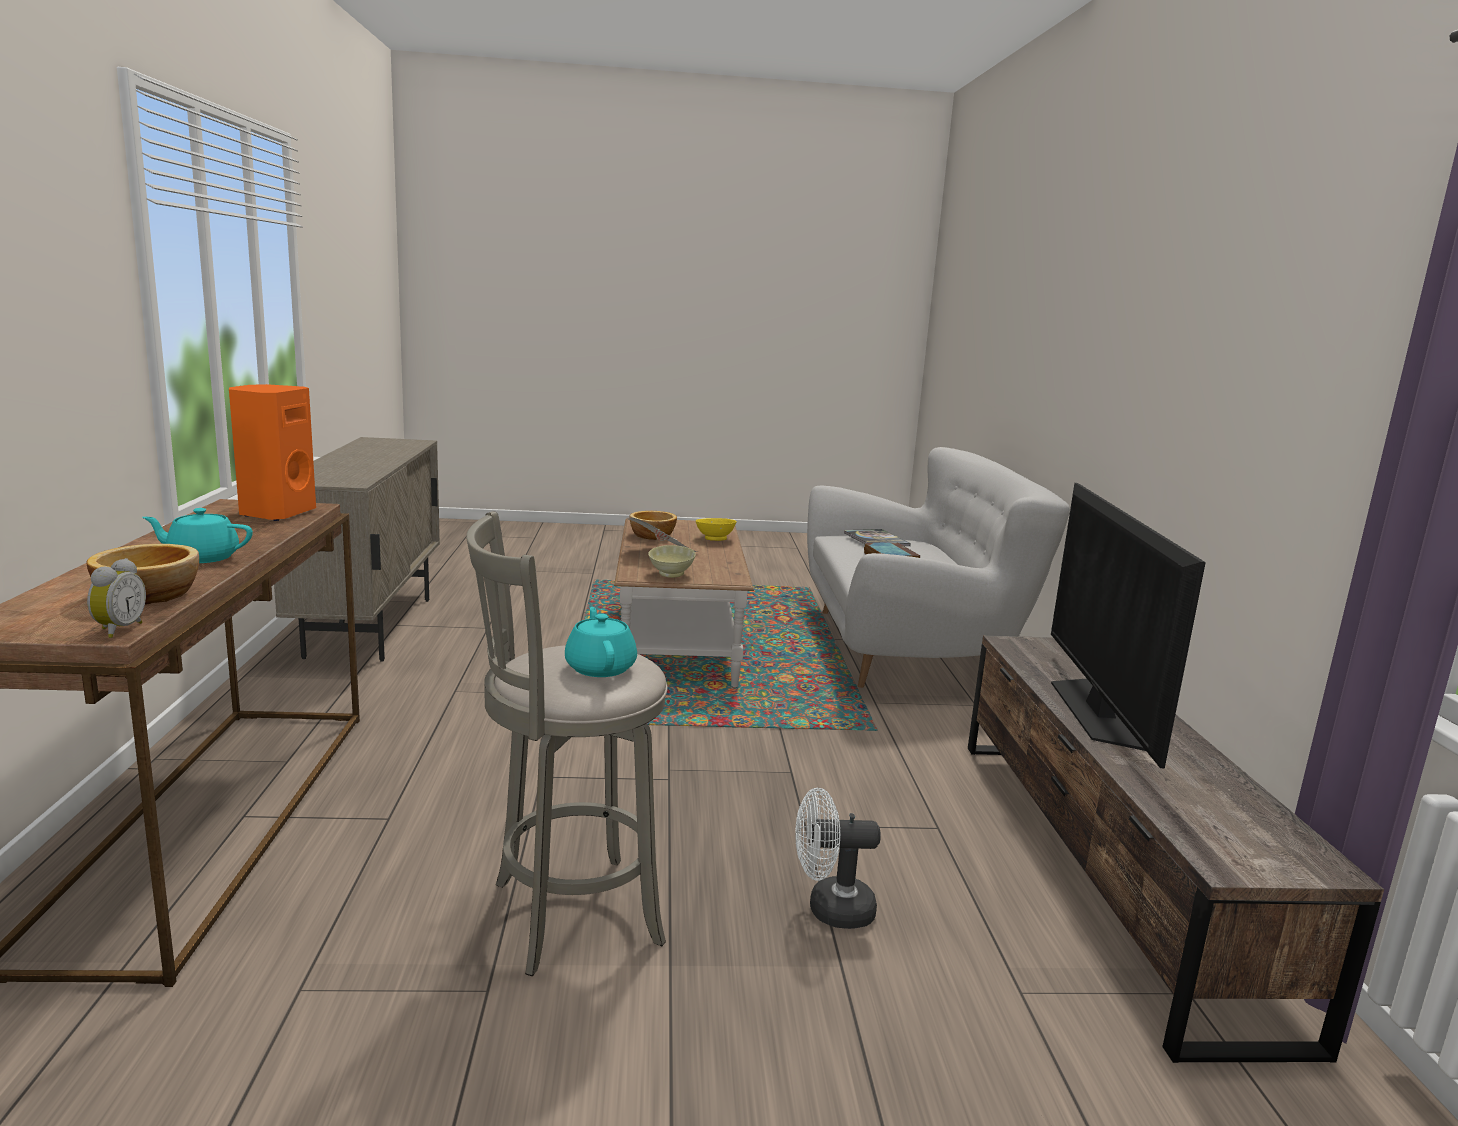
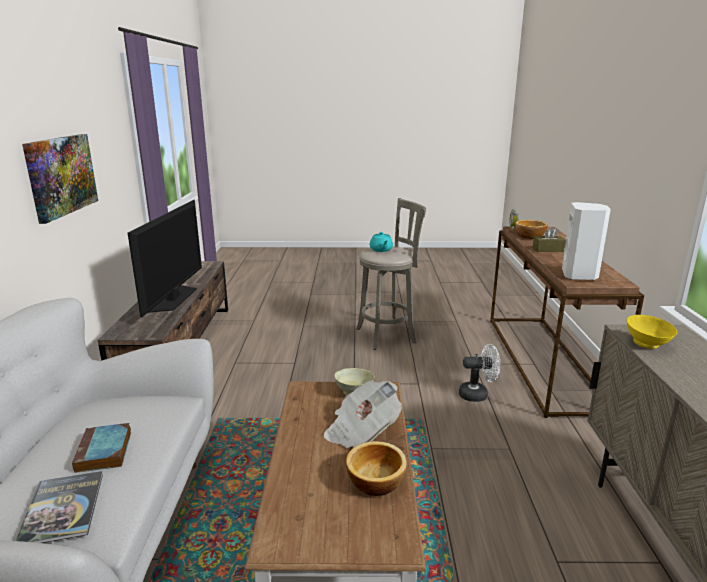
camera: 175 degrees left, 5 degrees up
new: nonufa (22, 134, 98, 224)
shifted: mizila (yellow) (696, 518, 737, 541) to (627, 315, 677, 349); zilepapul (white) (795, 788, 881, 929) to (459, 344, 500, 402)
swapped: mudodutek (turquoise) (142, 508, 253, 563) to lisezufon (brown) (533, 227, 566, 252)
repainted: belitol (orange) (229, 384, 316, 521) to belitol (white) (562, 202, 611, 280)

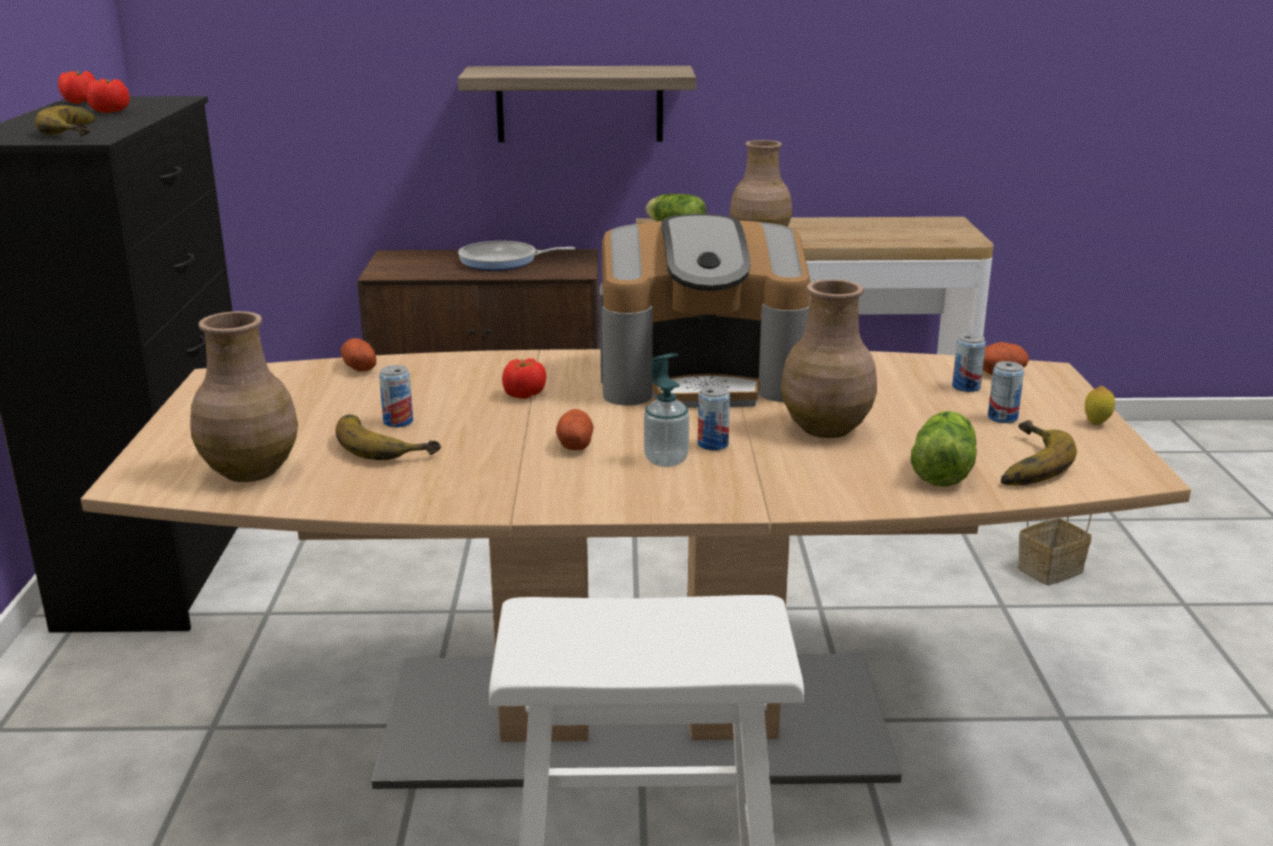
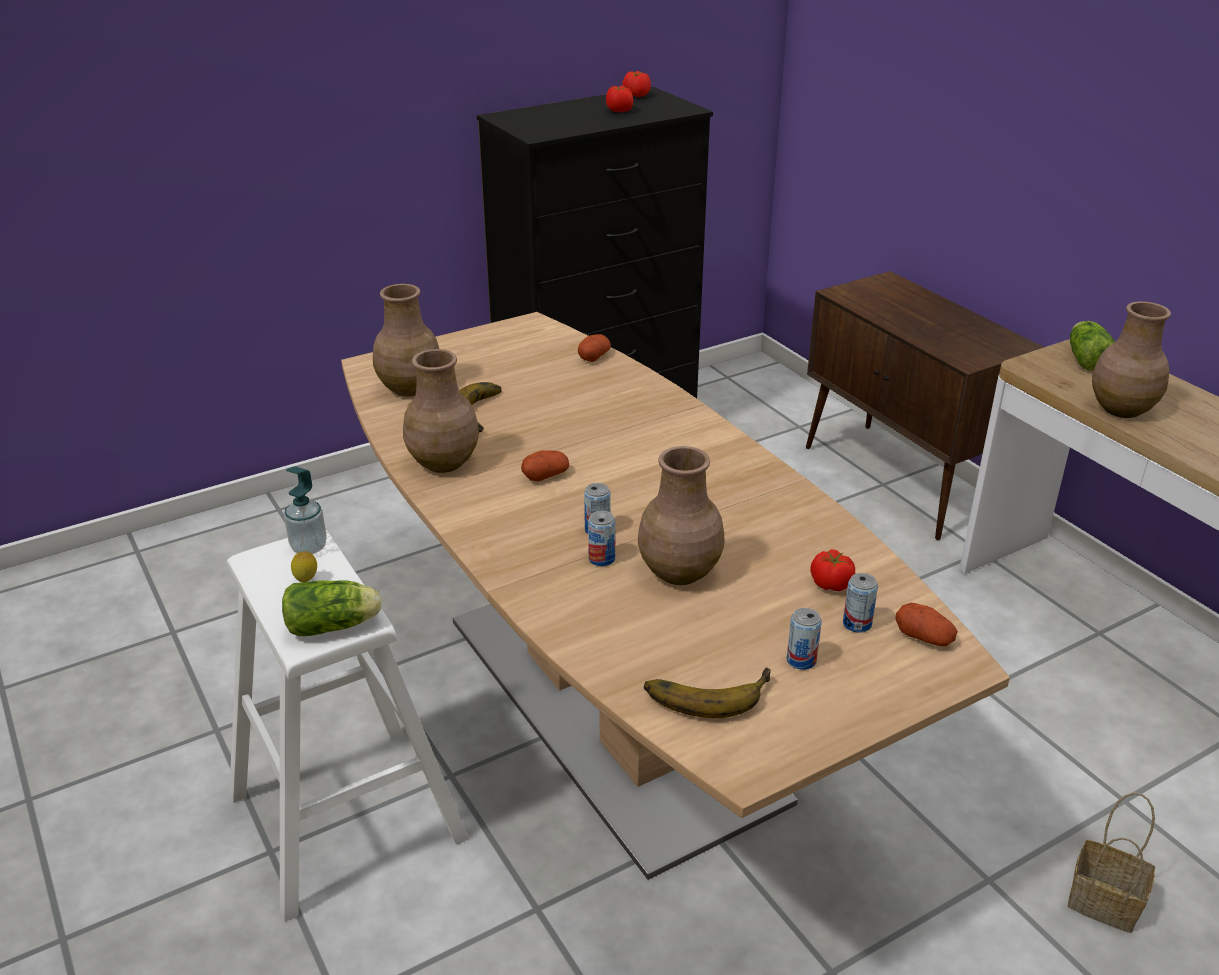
camera: 60 degrees right, 10 degrees up
gone: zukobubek (458, 66, 696, 142); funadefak (35, 105, 96, 136); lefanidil (600, 214, 811, 408); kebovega (458, 241, 575, 270)
new: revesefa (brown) (403, 349, 479, 473)
shifted: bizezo (644, 353, 689, 467) to (284, 466, 327, 554); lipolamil (502, 358, 546, 399) to (810, 549, 855, 591); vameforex (379, 365, 413, 428) to (588, 511, 615, 566); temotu (1085, 386, 1115, 425) to (291, 551, 317, 582); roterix (911, 411, 977, 487) to (282, 580, 382, 636)

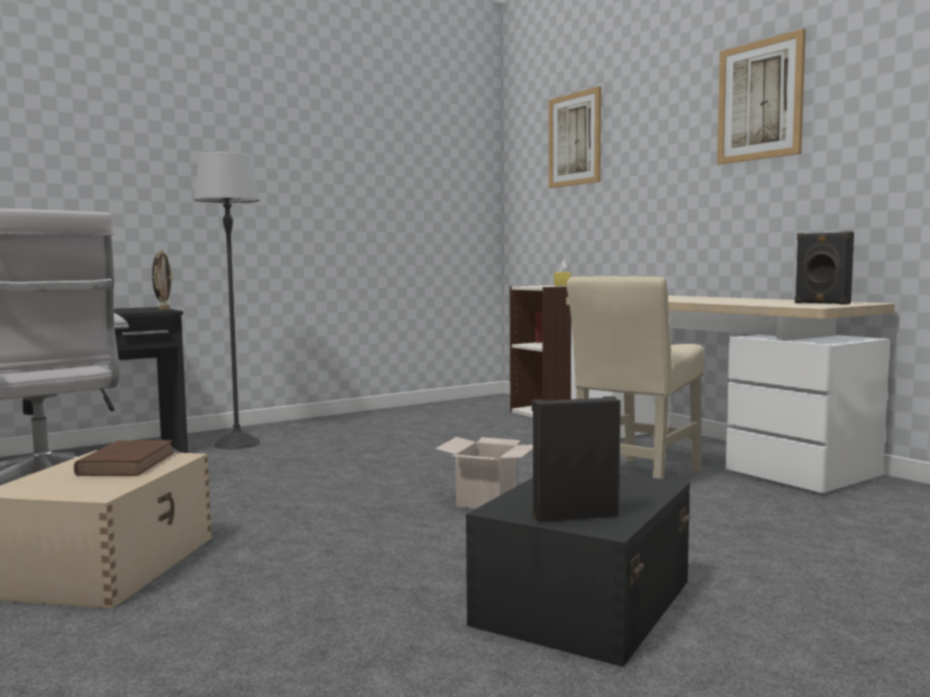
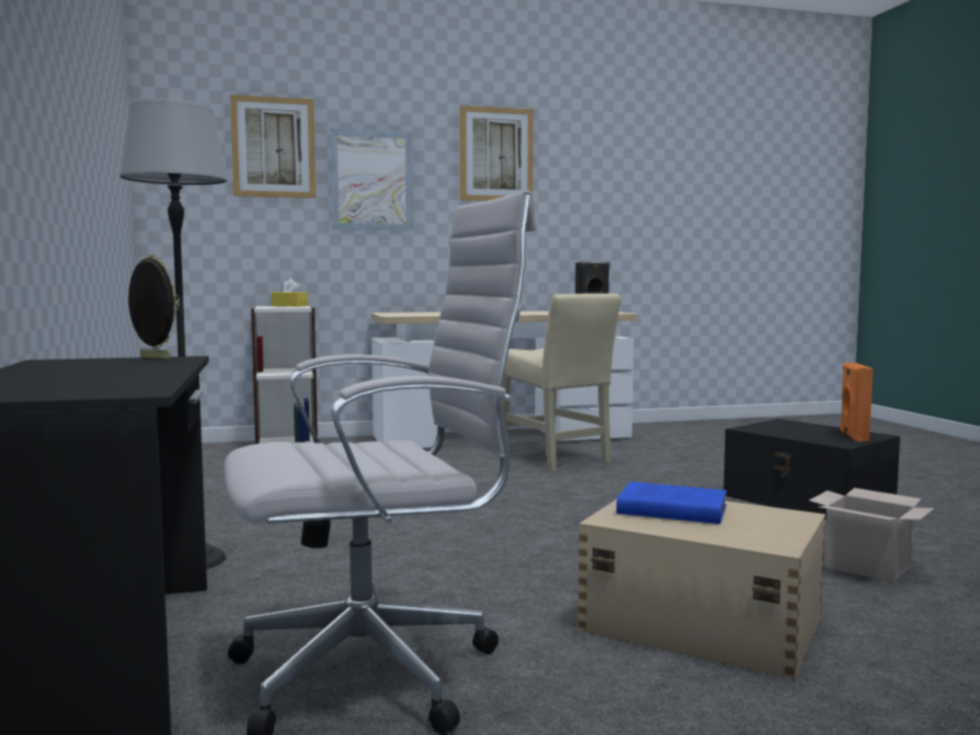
camera: 70 degrees left, 0 degrees up
new: nonufa (330, 128, 413, 230)
shifted: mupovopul (435, 437, 533, 509) to (809, 488, 934, 583)
repainted: belitol (black) (532, 396, 621, 522) to belitol (orange) (840, 362, 873, 442); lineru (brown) (74, 440, 173, 476) to lineru (blue) (616, 482, 727, 524)

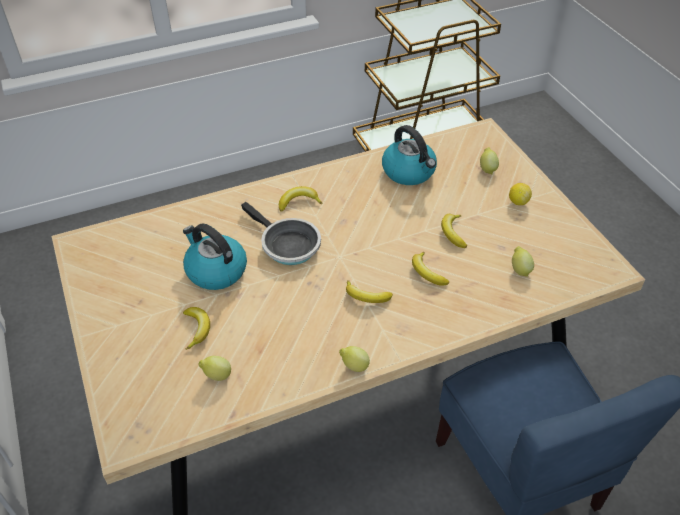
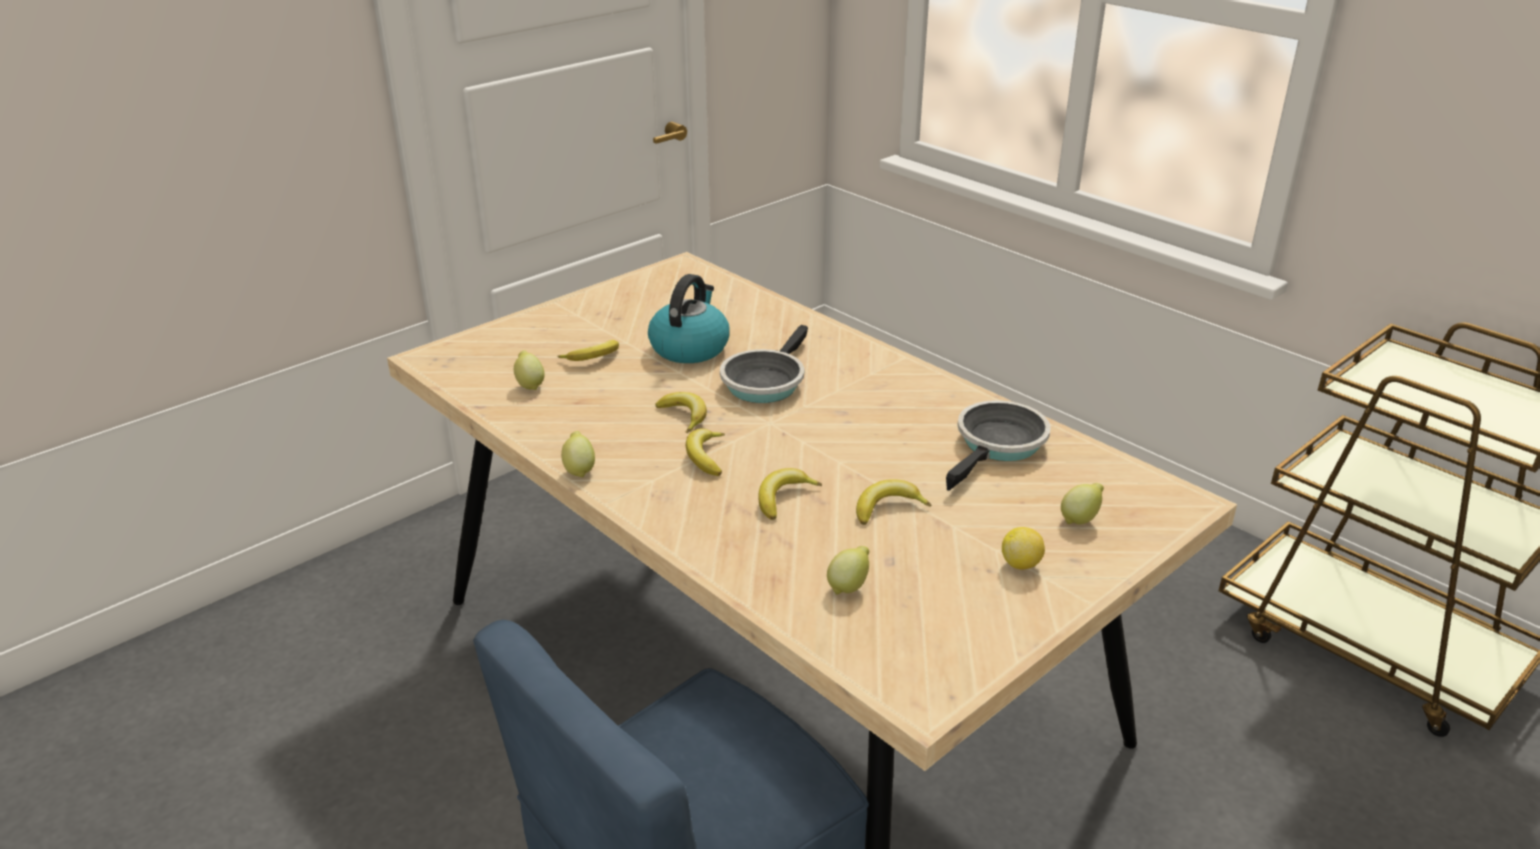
camera: 70 degrees right, 15 degrees down
shifted: funadefak (279, 186, 323, 212) to (655, 392, 707, 433)
swapped: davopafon (382, 125, 437, 185) to kebovega (946, 400, 1051, 491)

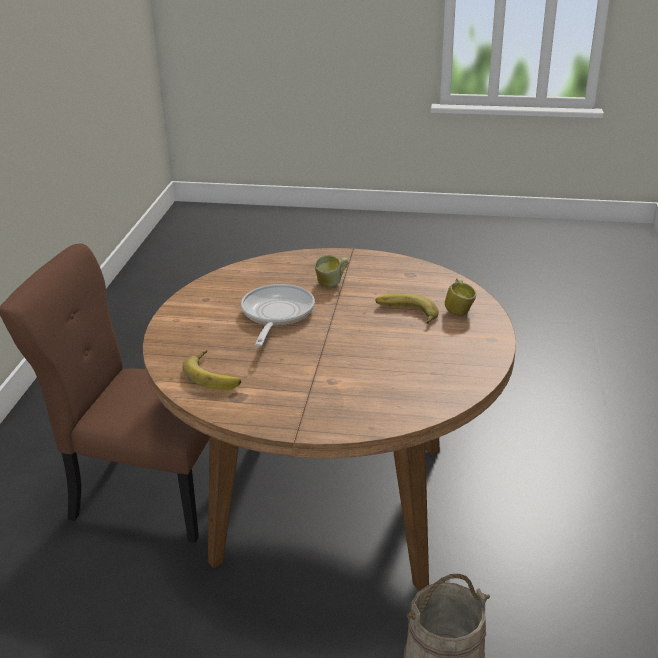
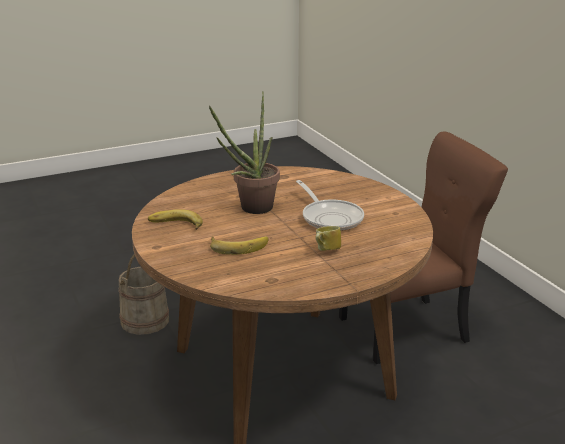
camera: 145 degrees right, 5 degrees down
gone: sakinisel (445, 278, 476, 316)
new: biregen (209, 91, 280, 214)
shifted: funadefak (182, 350, 241, 390) to (148, 209, 203, 230)

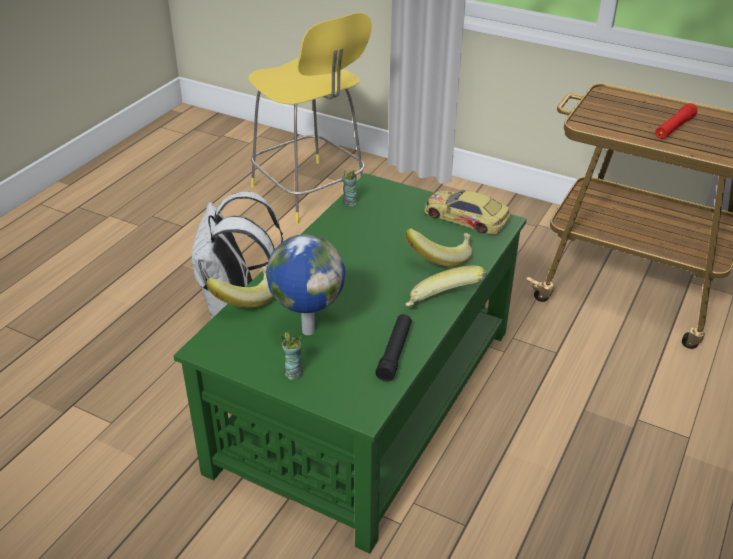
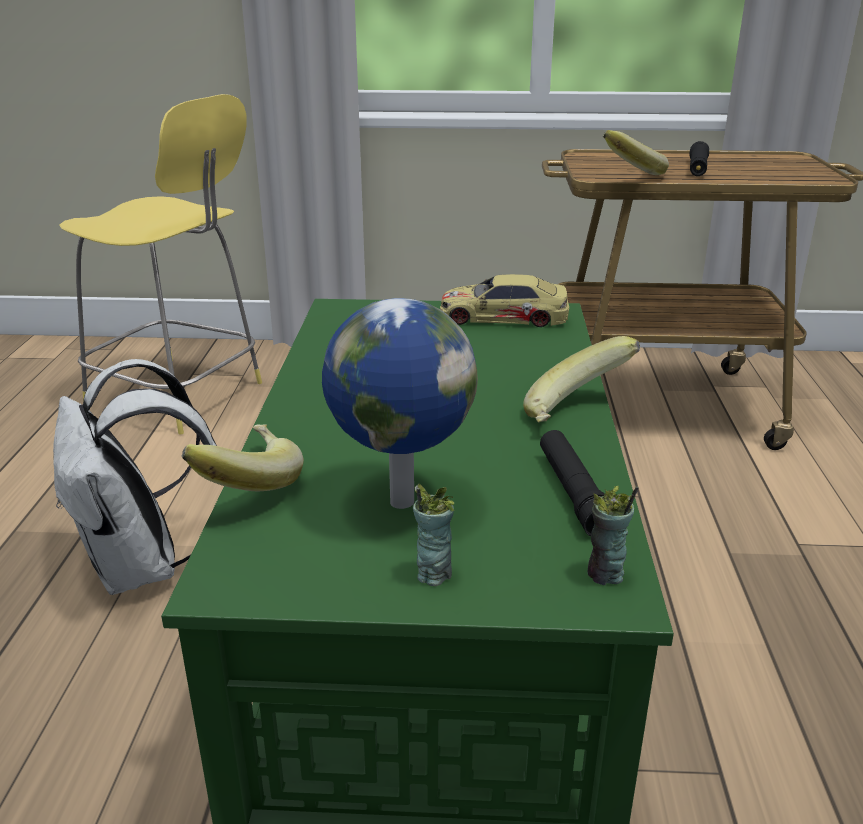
camera: 25 degrees left, 10 degrees down
shifted: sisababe (342, 170, 357, 207) to (588, 486, 638, 585); funadefak (406, 229, 472, 267) to (603, 130, 669, 175)
repainted: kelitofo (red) (655, 103, 697, 139) to kelitofo (black) (689, 141, 709, 176)

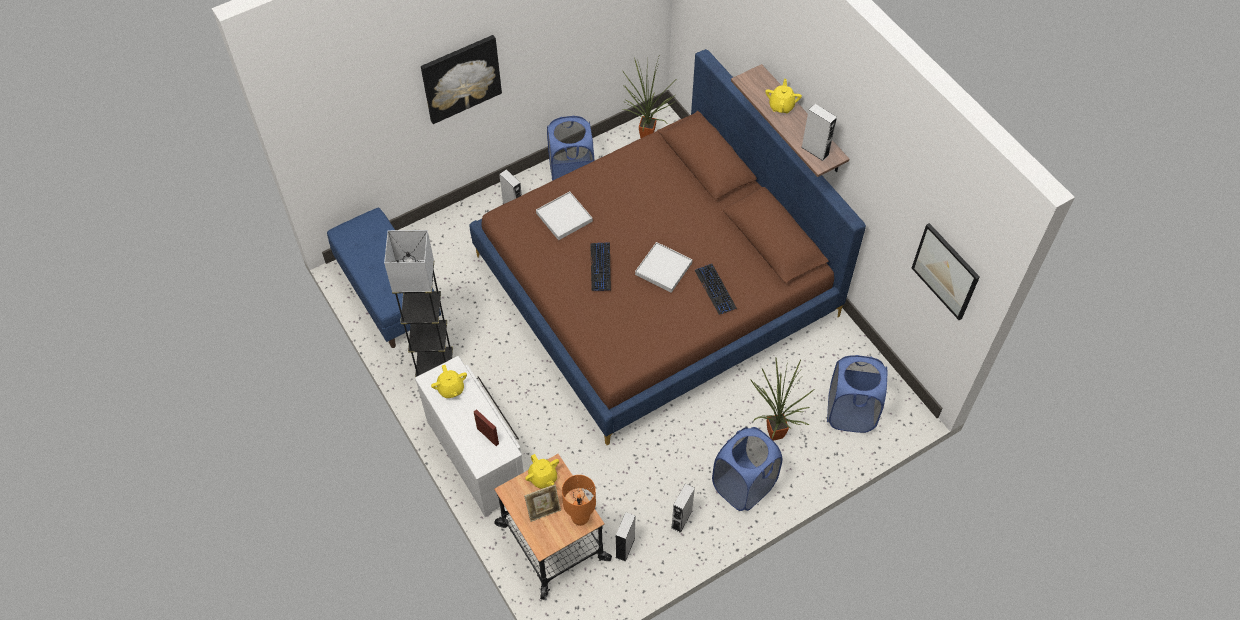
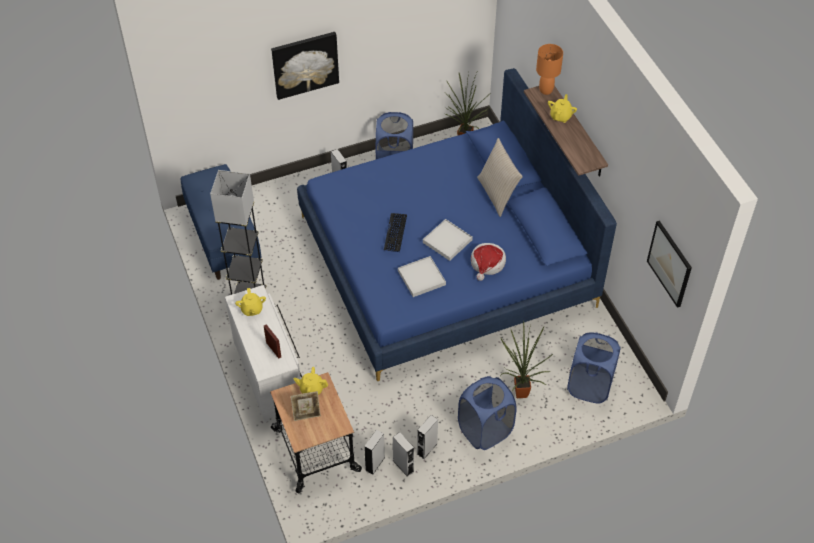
camera: 10 degrees right, 5 degrees down
new: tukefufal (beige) (477, 138, 523, 217)
shifted: belitol (grey) (801, 104, 837, 161) to (393, 432, 414, 476); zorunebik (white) (536, 191, 593, 240) to (398, 256, 446, 297); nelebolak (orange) (562, 475, 596, 526) to (536, 44, 563, 95)
swapped: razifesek (694, 264, 737, 315) to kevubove (471, 243, 506, 281)
repainted: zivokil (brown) (469, 49, 866, 445) to zivokil (blue) (297, 68, 617, 381)
rotated: mudodutek (yellow) (525, 454, 559, 488) = (293, 367, 328, 395) 120 degrees clockwise

